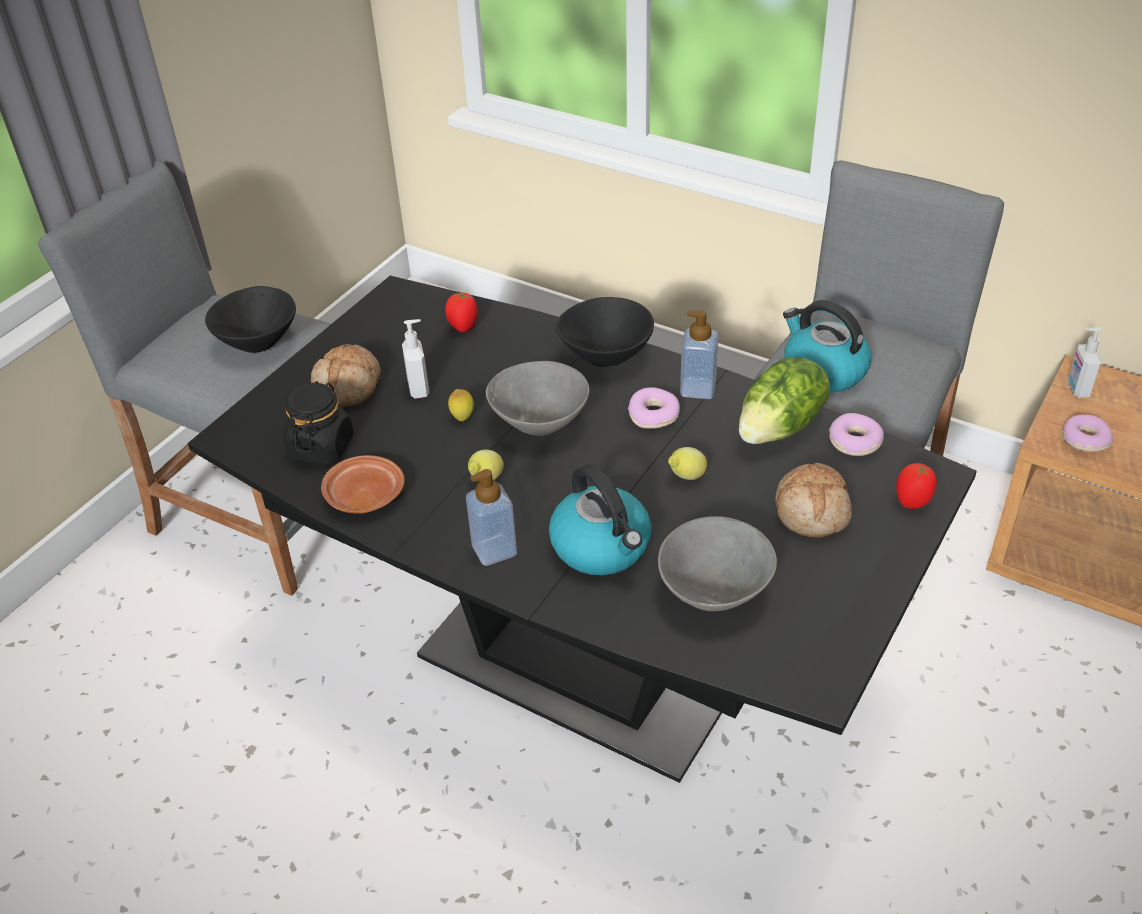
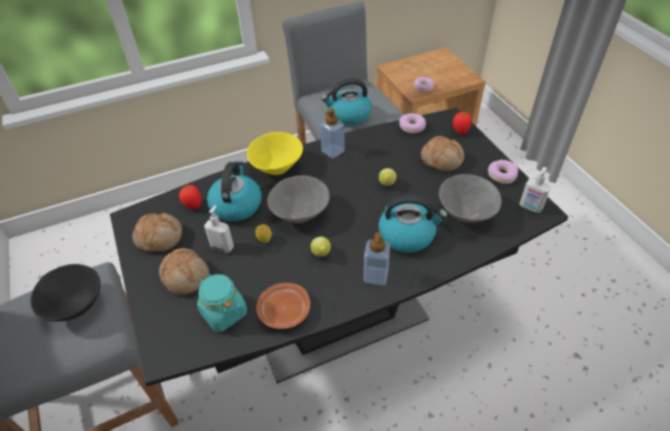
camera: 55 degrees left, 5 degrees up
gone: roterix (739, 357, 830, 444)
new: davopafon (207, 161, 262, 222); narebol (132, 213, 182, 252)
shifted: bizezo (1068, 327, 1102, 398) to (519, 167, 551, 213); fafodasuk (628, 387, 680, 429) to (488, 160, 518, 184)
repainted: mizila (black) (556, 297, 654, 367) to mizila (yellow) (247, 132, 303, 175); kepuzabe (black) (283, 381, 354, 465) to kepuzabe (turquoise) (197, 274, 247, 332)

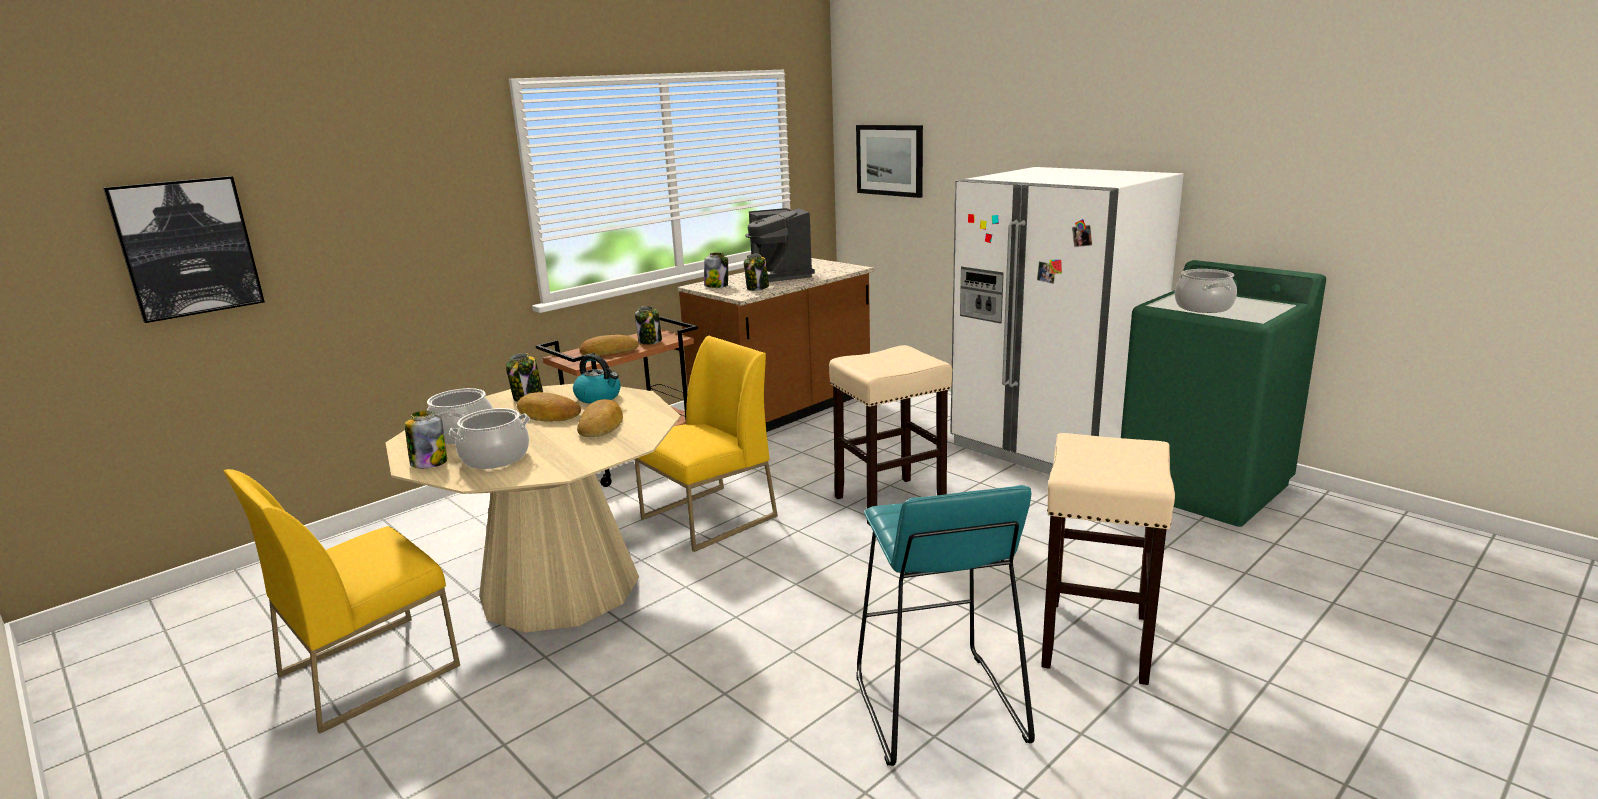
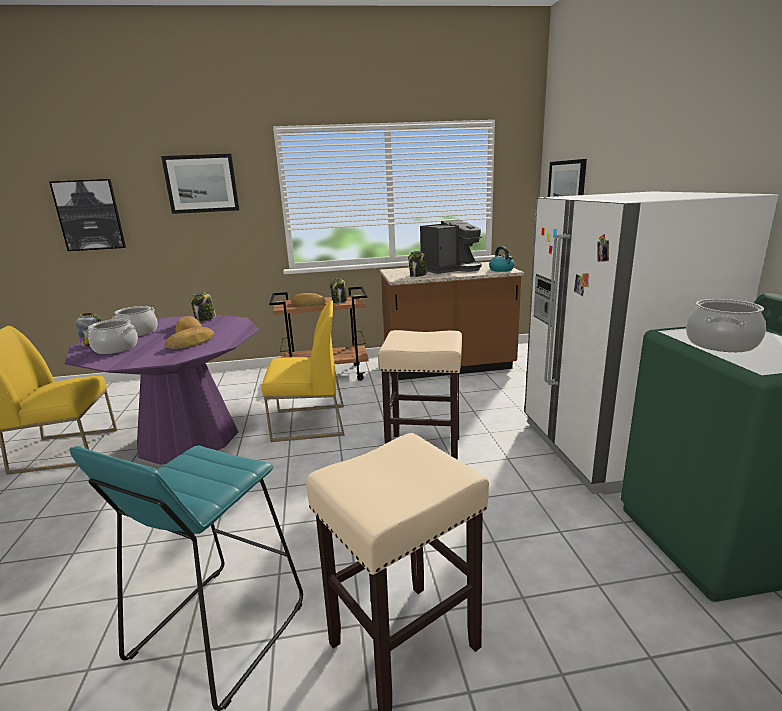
camera: 35 degrees right, 0 degrees up
gone: kepuzabe (704, 253, 728, 288)
new: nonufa (161, 154, 240, 214)
shifted: davopafon (573, 354, 621, 403) to (489, 246, 514, 272)
repainted: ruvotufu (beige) (386, 384, 681, 633) to ruvotufu (purple) (65, 314, 260, 465)
rotated: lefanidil (745, 208, 815, 282) = (420, 219, 482, 274) 135 degrees counterclockwise

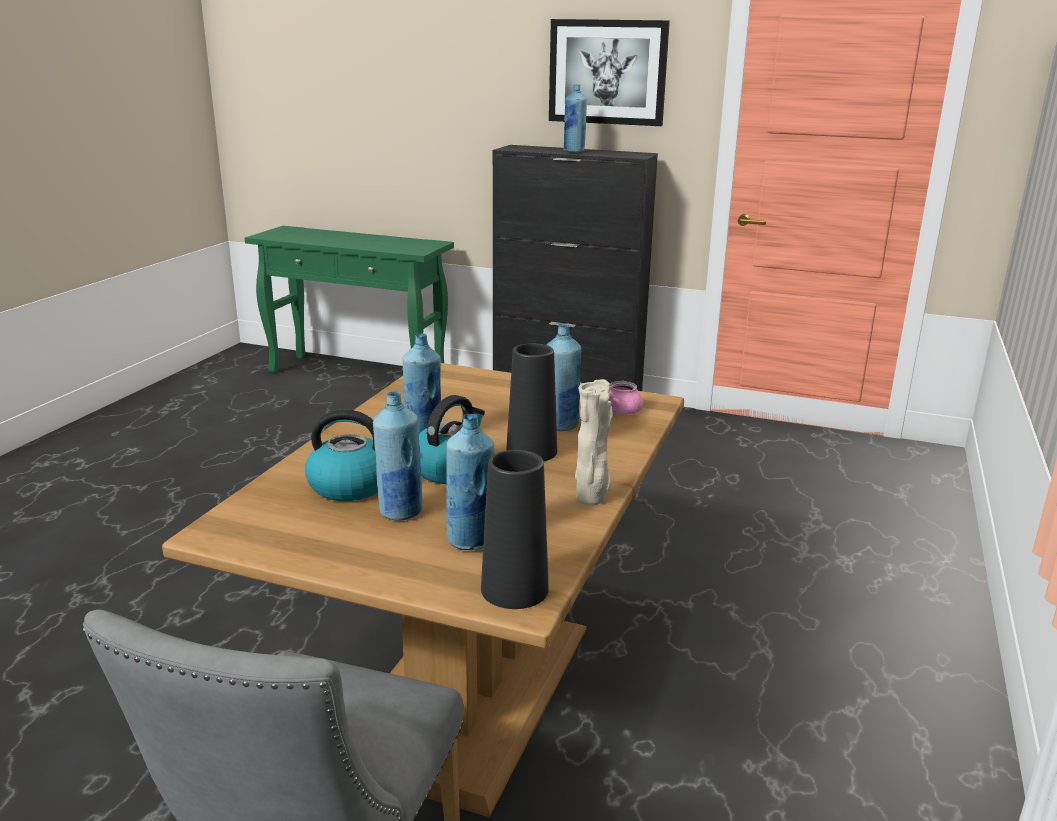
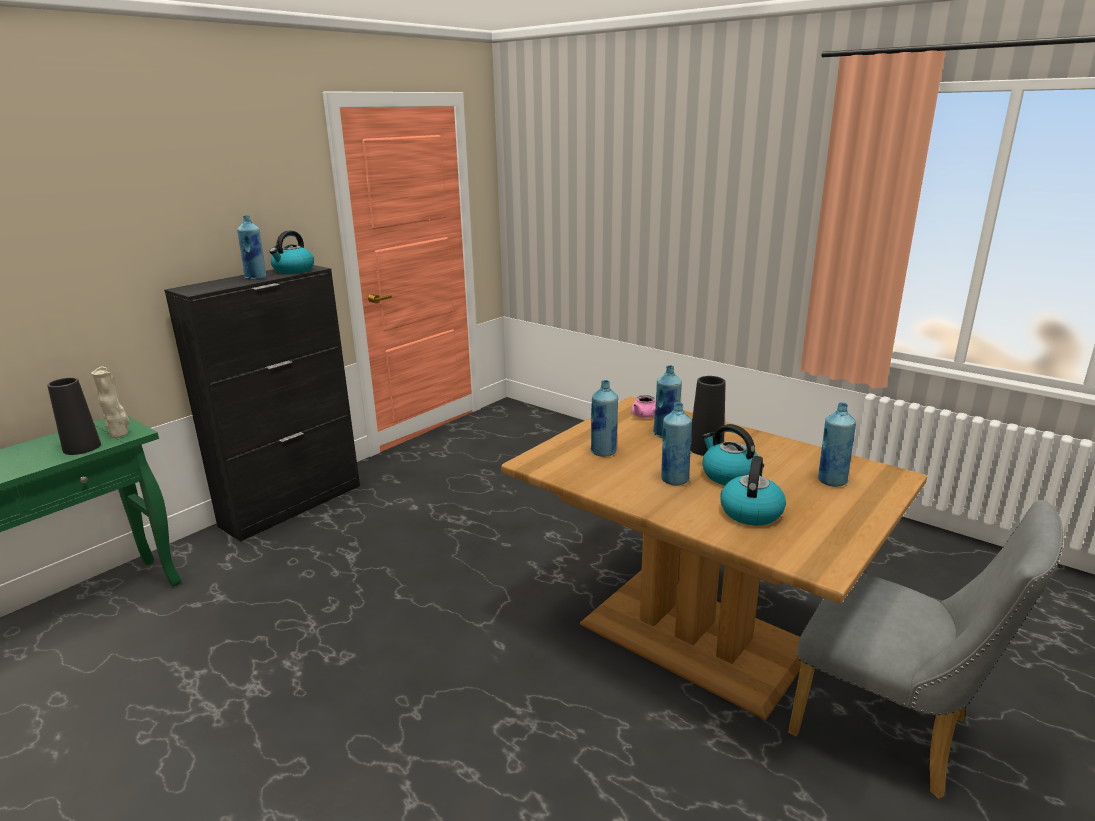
camera: 70 degrees left, 0 degrees up
gone: nonufa (549, 19, 670, 126)
new: davopafon (269, 231, 314, 274)
shifted: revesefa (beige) (575, 379, 613, 505) to (91, 366, 130, 438); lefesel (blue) (373, 391, 423, 521) to (590, 380, 618, 457); revesefa (black) (481, 450, 549, 609) to (47, 378, 101, 455)

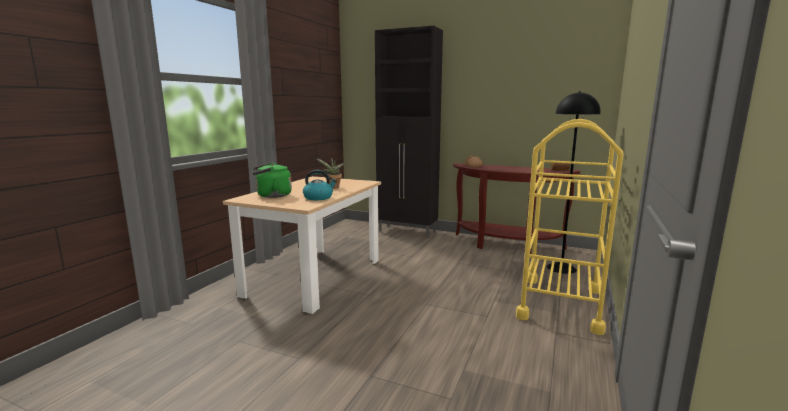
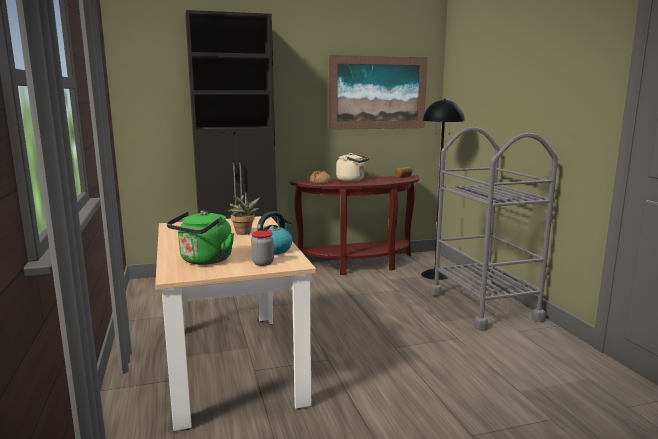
camera: 40 degrees left, 0 degrees up
new: nonufa (329, 55, 427, 130); davopafon (beige) (336, 153, 369, 182); kepuzabe (251, 231, 274, 266)
repainted: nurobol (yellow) (516, 119, 624, 335) to nurobol (grey) (430, 127, 558, 331)

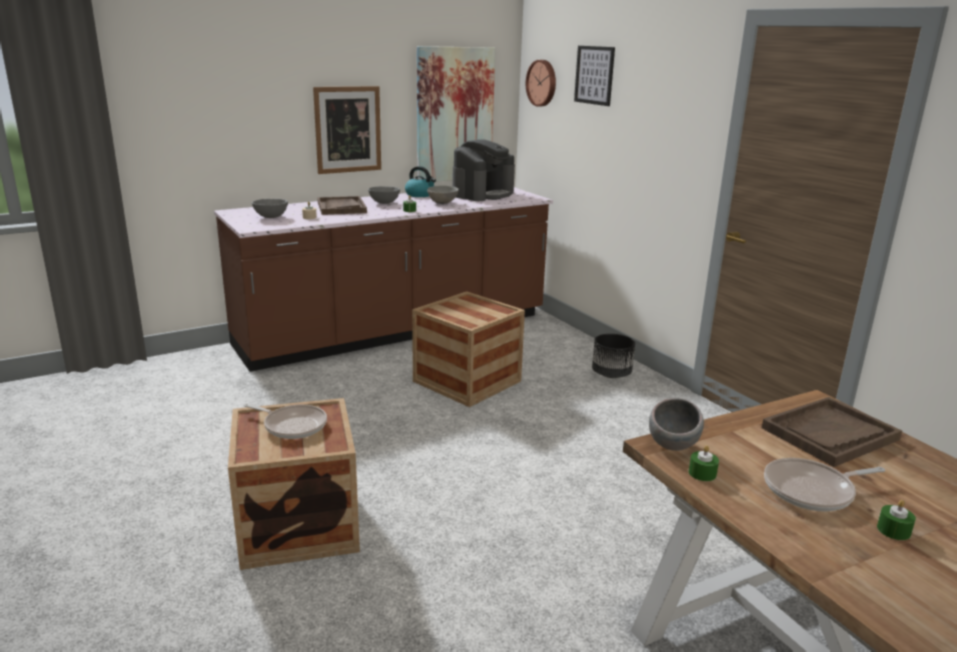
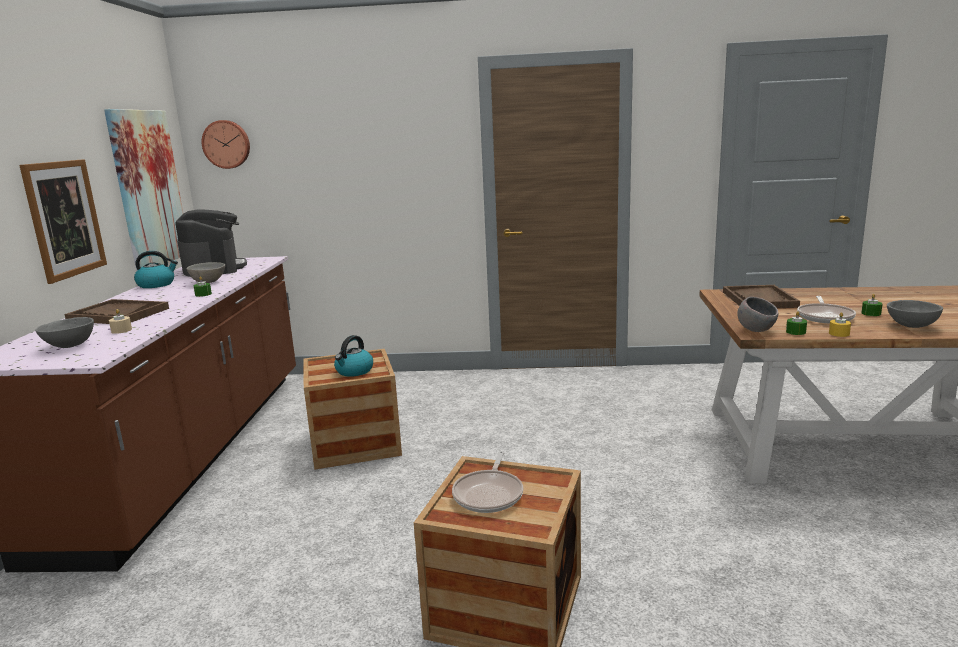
camera: 55 degrees left, 5 degrees down
gone: nonufa (574, 46, 615, 106); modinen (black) (592, 334, 635, 378)
new: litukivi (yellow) (829, 312, 851, 337); davopafon (334, 335, 373, 377)
shifted: mizila (grey) (368, 186, 400, 204) to (887, 300, 943, 328)
rotated: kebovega (244, 403, 327, 439) = (452, 451, 523, 513) 135 degrees clockwise

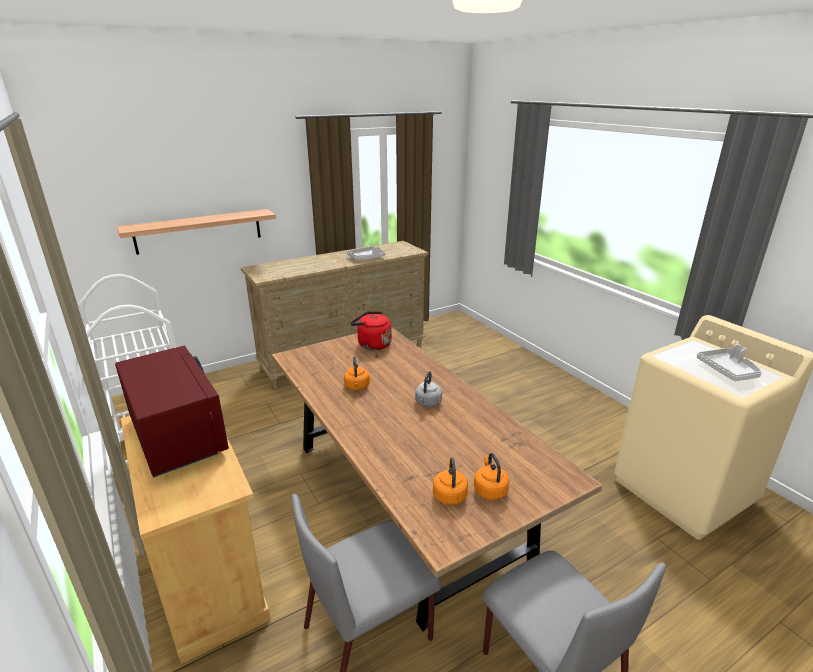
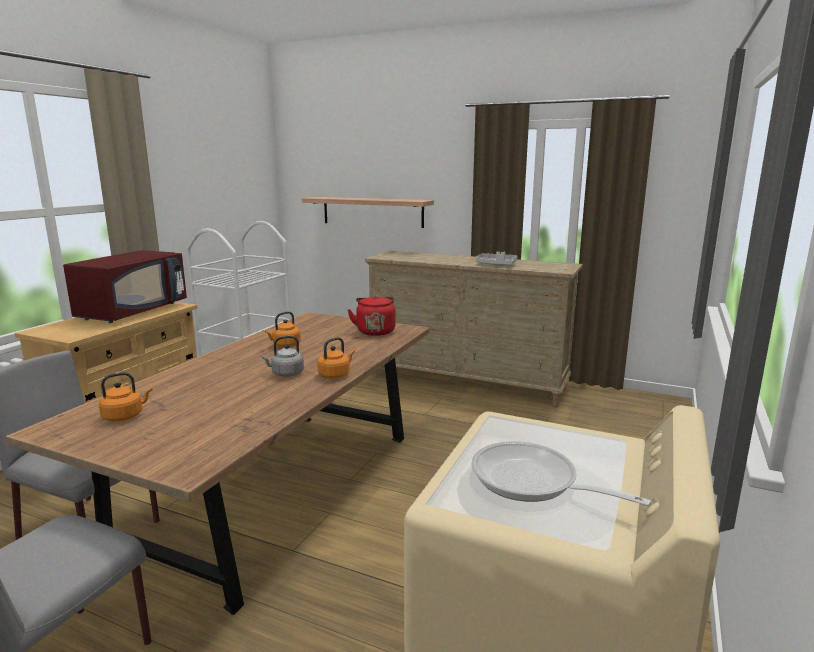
camera: 55 degrees right, 10 degrees down
shifted: davopafon (orange) (474, 453, 509, 500) to (317, 337, 355, 378)
swapped: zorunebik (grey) (697, 344, 761, 381) to kebovega (471, 441, 651, 506)

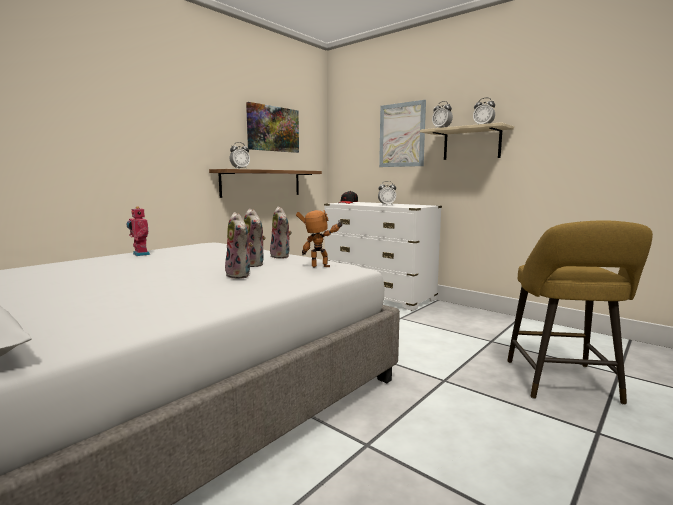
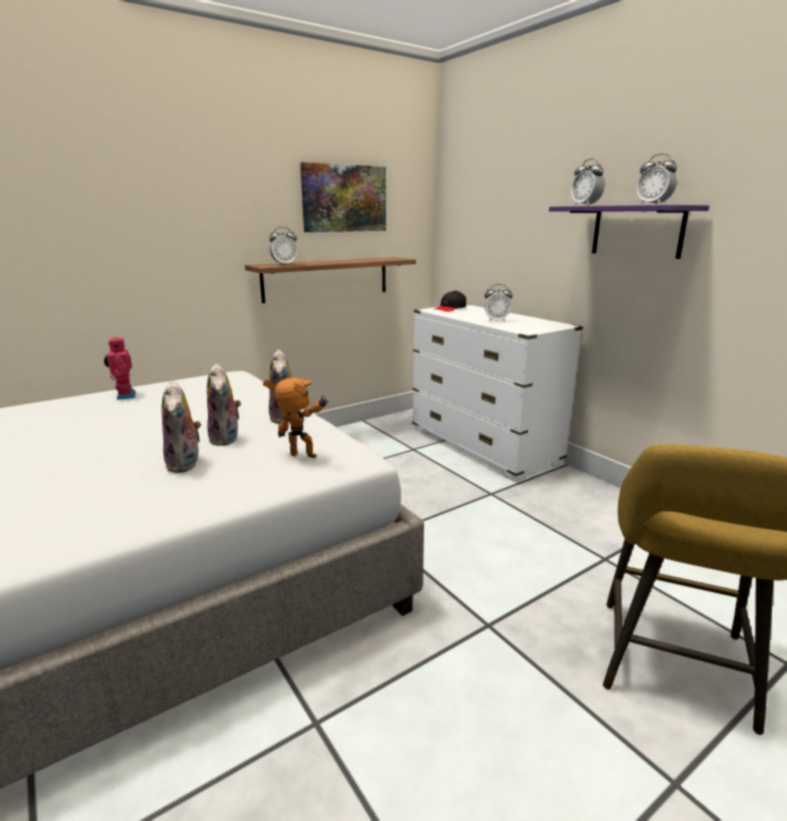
camera: 15 degrees right, 10 degrees up
gone: nonufa (379, 100, 426, 167)
repainted: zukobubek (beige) (420, 122, 514, 160) to zukobubek (purple) (549, 205, 709, 259)

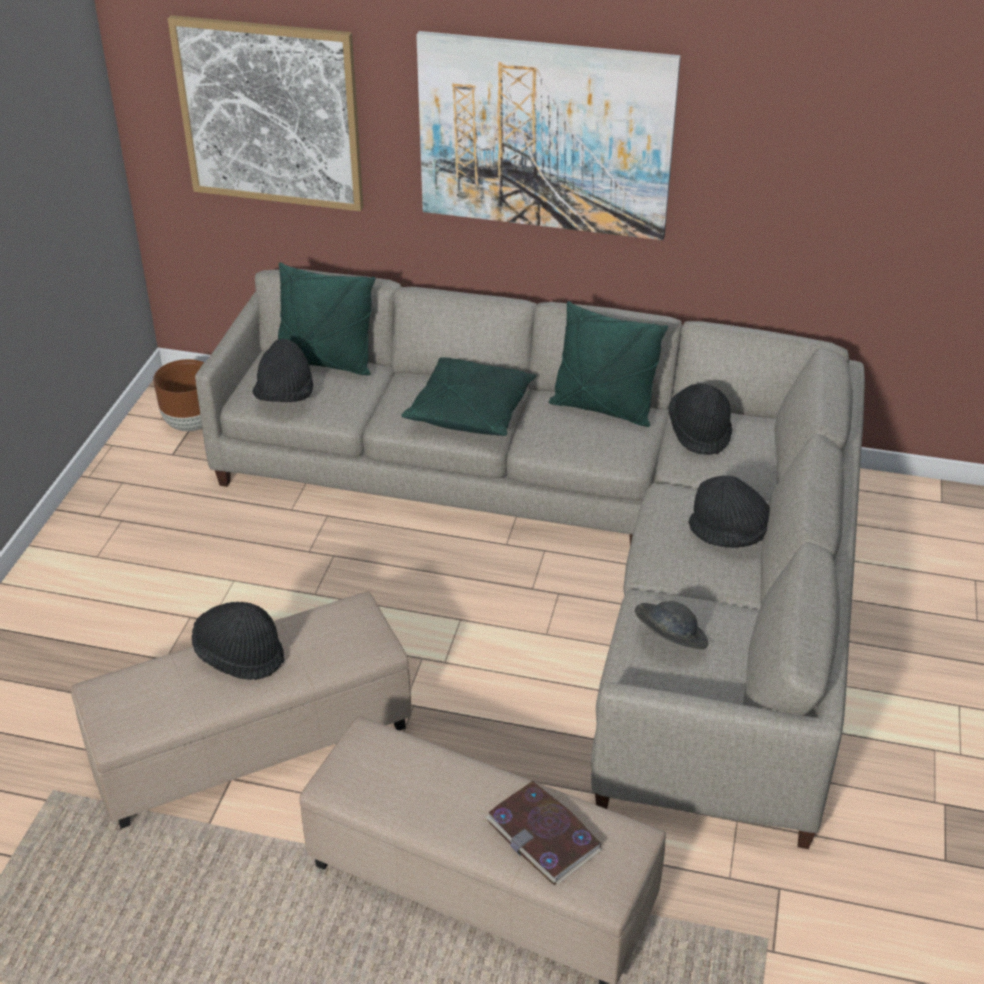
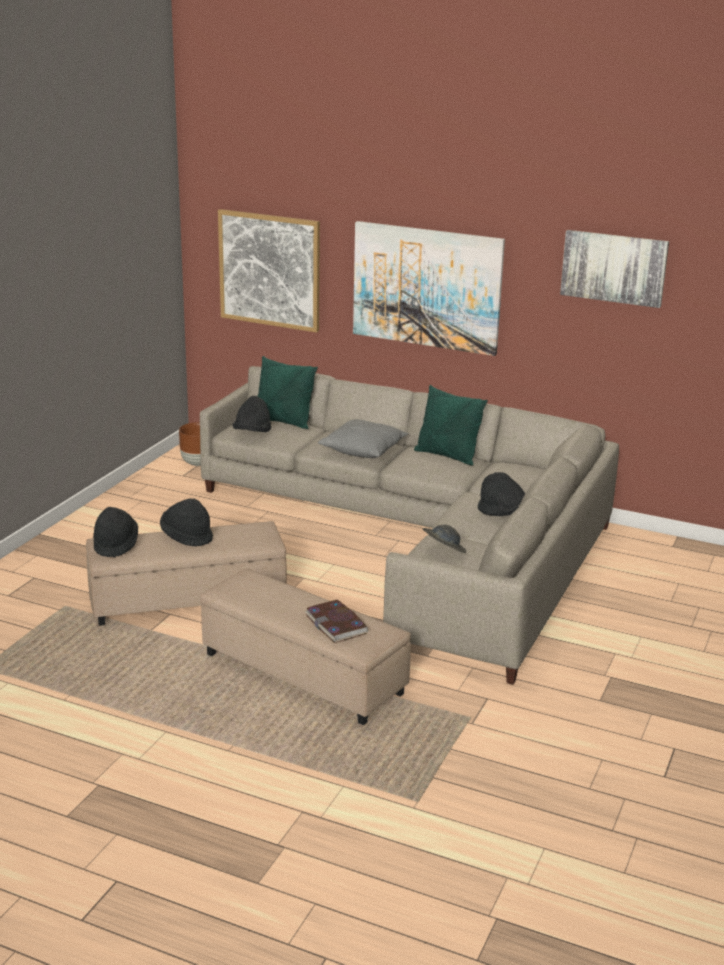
camera: 10 degrees right, 15 degrees down
new: nonufa (560, 230, 669, 308)
shifted: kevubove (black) (668, 384, 733, 455) to (93, 507, 138, 558)
repainted: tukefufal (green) (401, 357, 536, 436) to tukefufal (grey) (318, 419, 409, 458)

